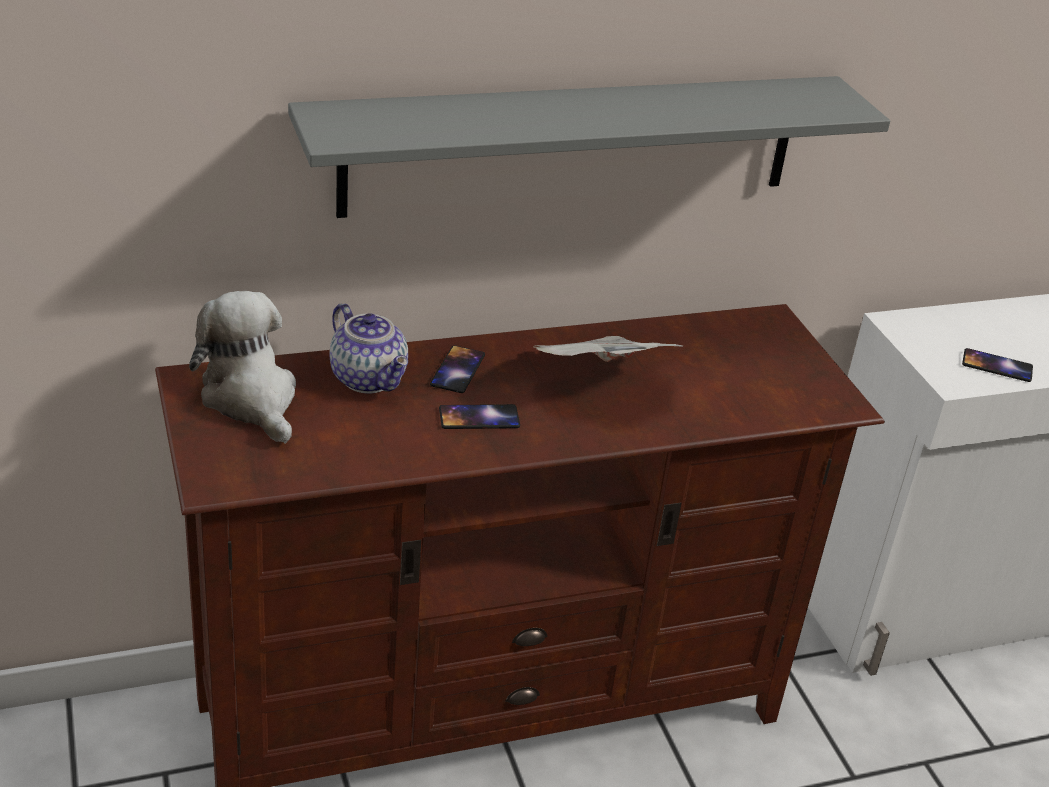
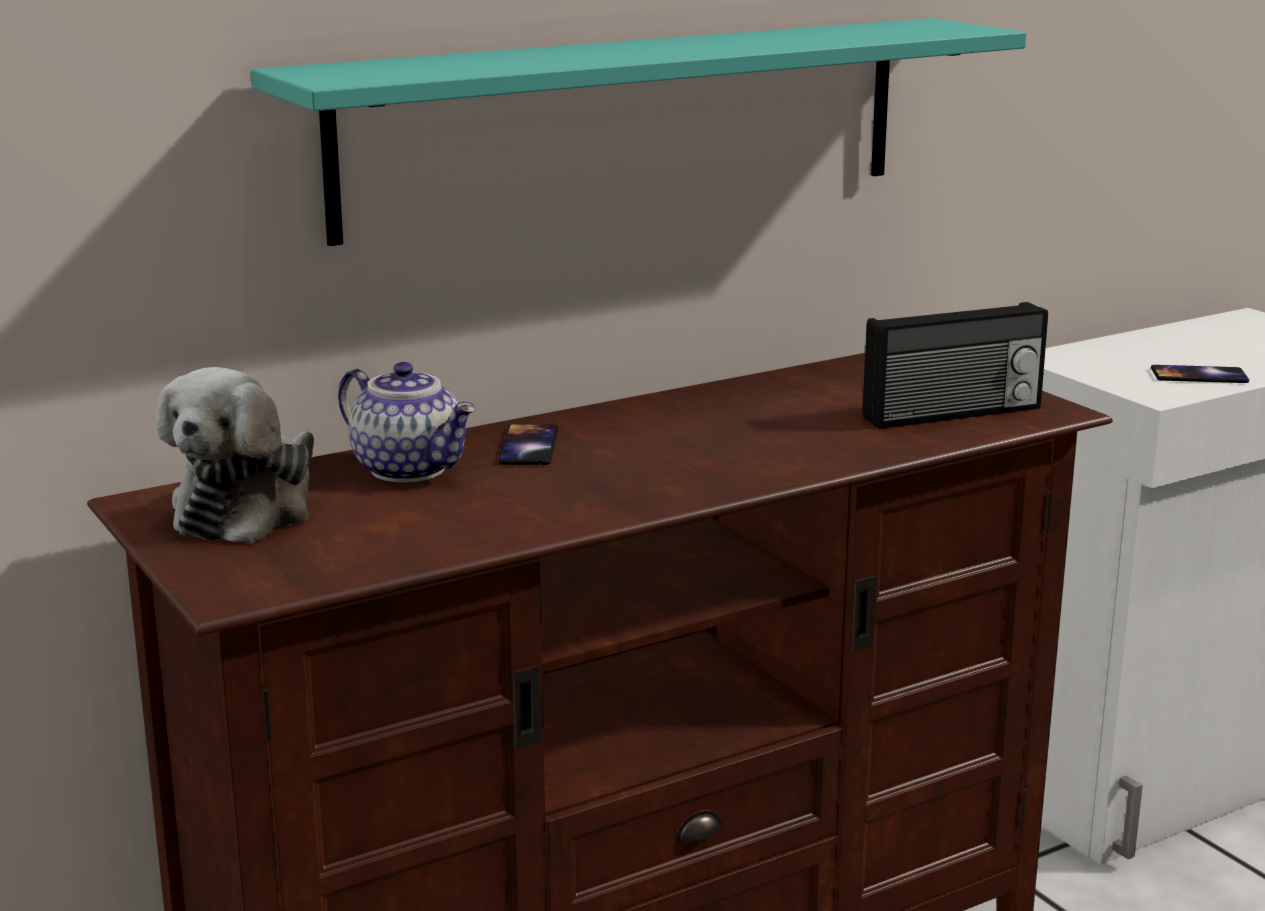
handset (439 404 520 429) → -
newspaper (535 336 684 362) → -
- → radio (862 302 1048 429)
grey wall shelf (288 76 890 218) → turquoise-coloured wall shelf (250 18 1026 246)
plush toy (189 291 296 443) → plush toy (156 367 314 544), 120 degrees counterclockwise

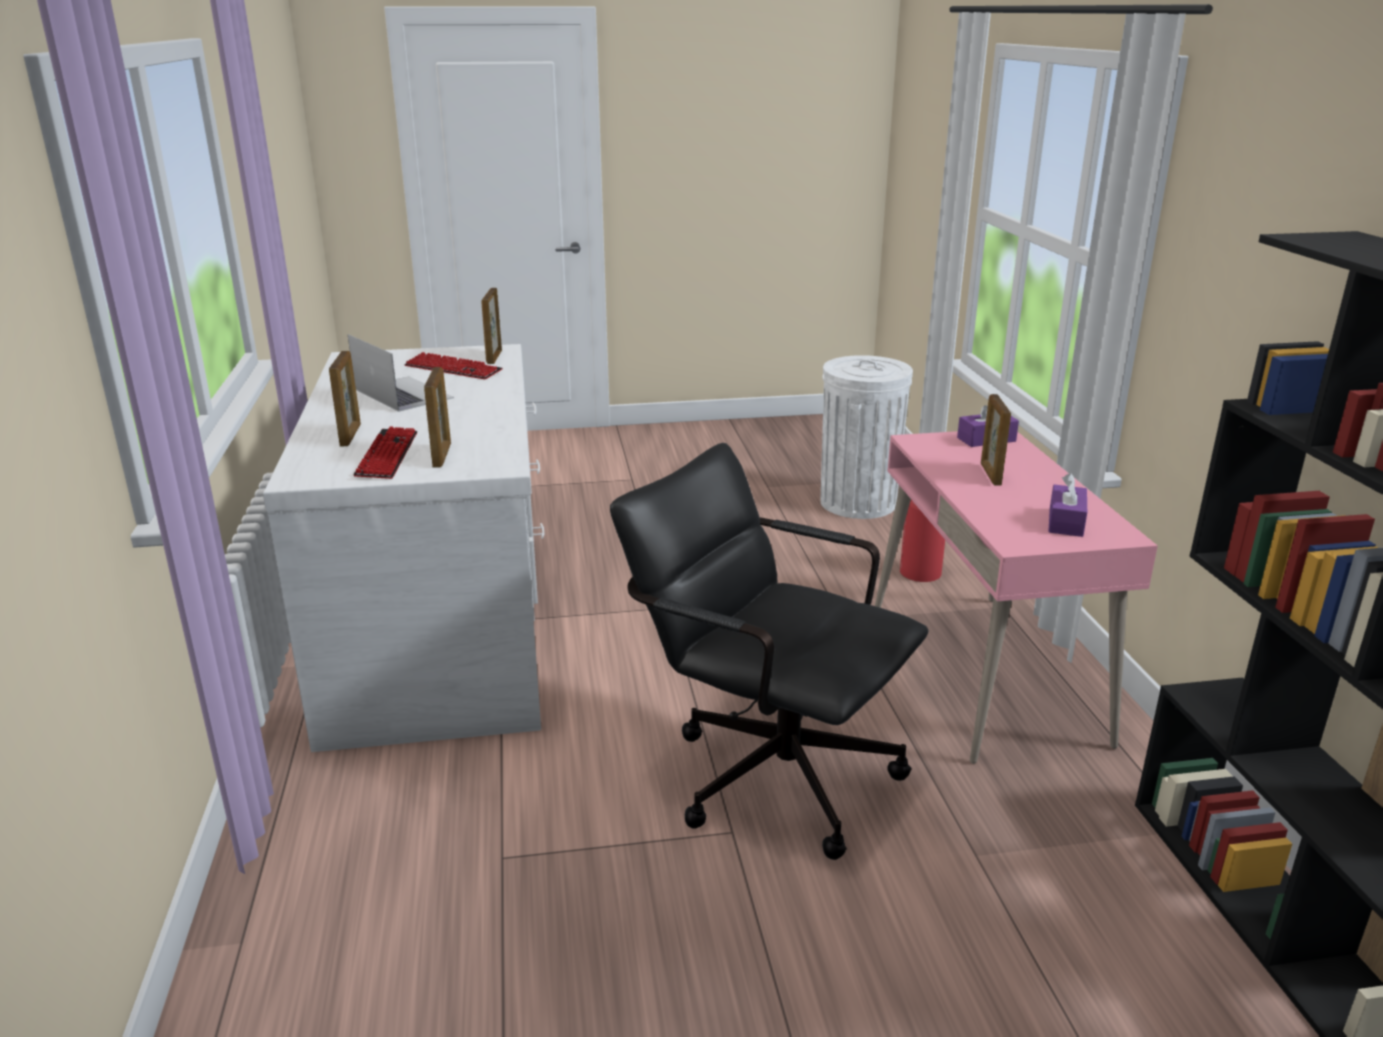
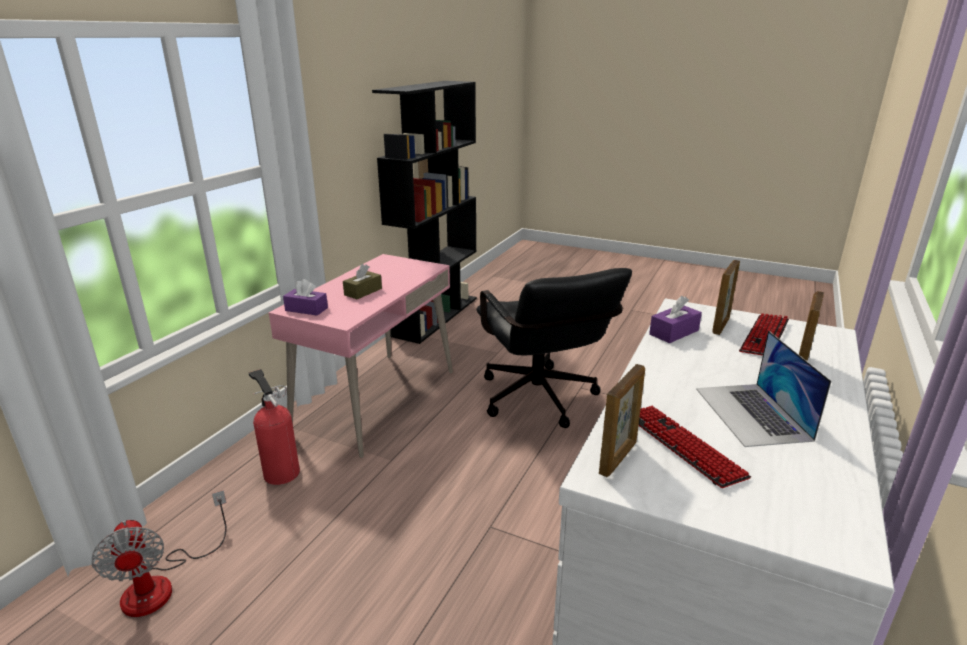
purple tissue holder (1048 473 1087 537) → purple tissue holder (649 296 702 343), moved
white-coloured trash can (821 355 913 519) → cooling fan (91 490 227 617)
photo frame (981 394 1011 486) → brown tissue holder (343 264 382 299)

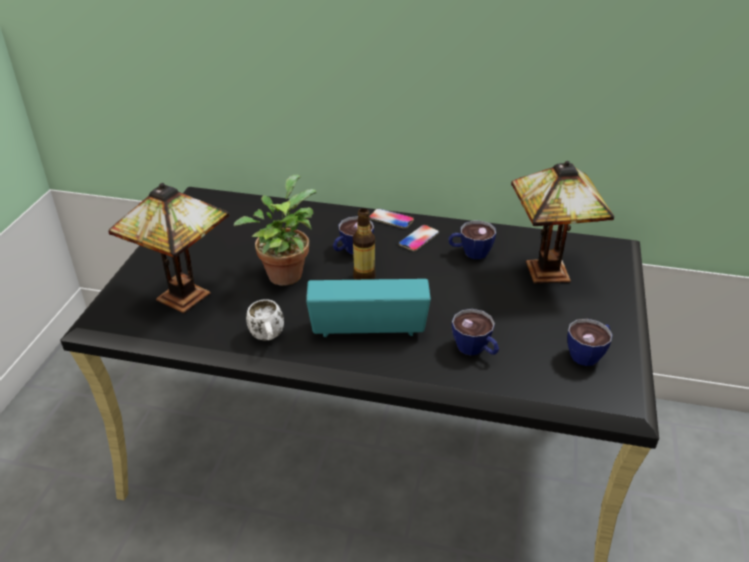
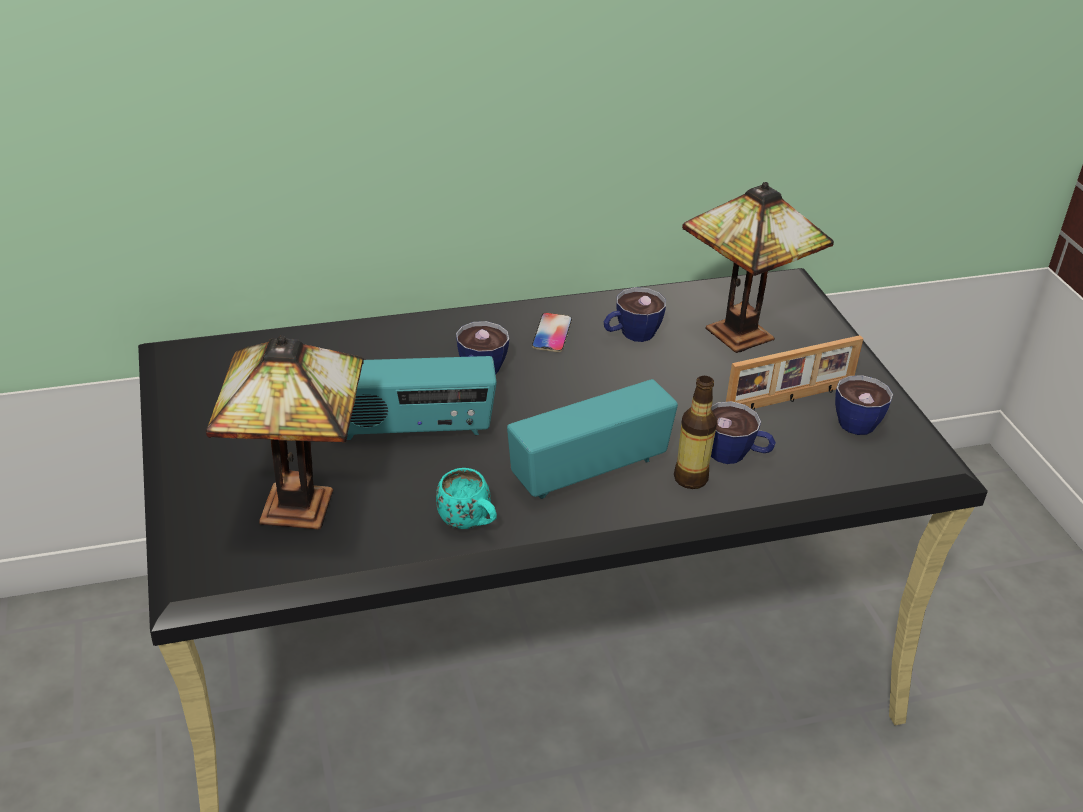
handset (369 208 414 229) → -
- → photo frame (726 335 863 410)
drink bottle (353 208 376 280) → drink bottle (674 376 717 489), moved
plant in a pot (234 175 316 286) → radio (347 356 497 440)
white-coloured coffee mug (246 299 284 340) → turquoise-coloured coffee mug (436 468 497 529)

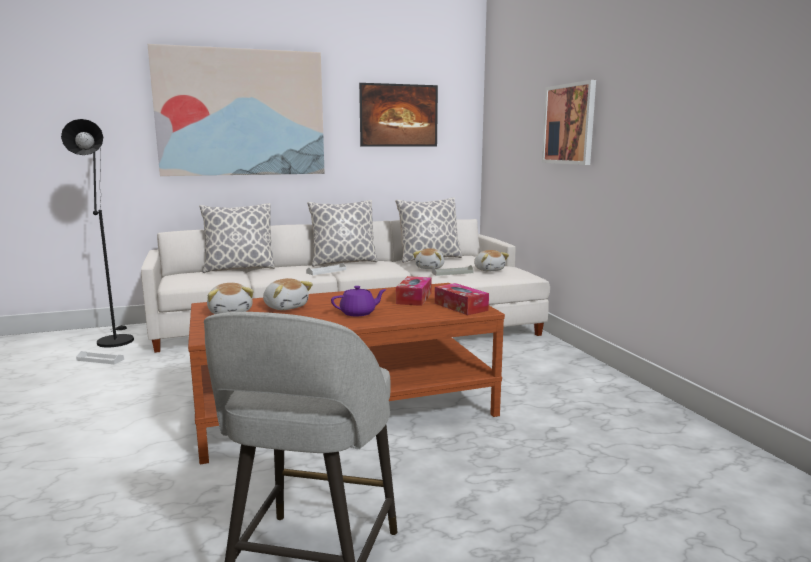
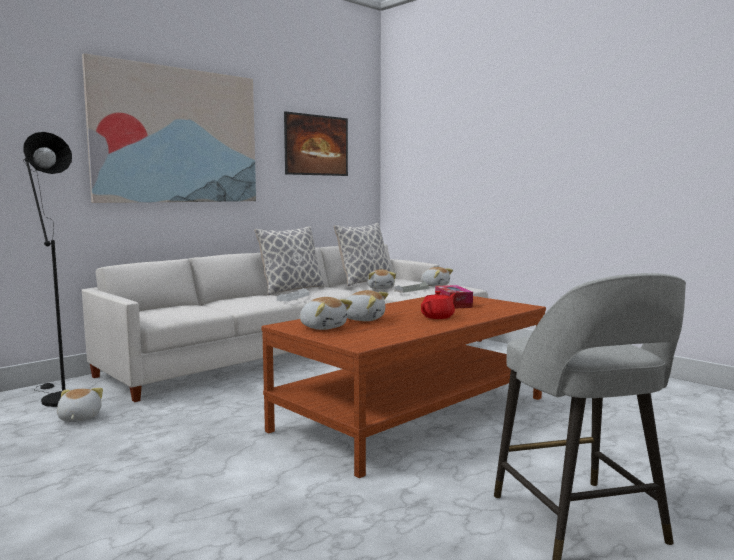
throw pillow (199 203 275 273) → -
tissue holder (435 283 489 315) → -
picture (542 80 596 165) → -
white-coloured serving tray (76 351 124 364) → plush toy (57 388 103 422)
purple pot for tea (331 286 387 316) → reddish pot for tea (421 291 456 319)

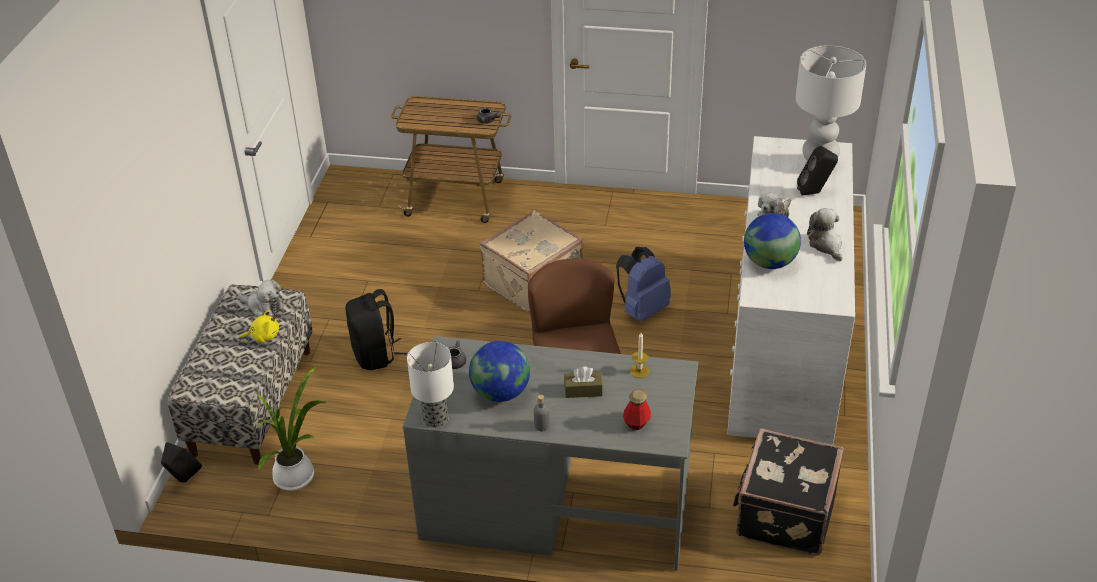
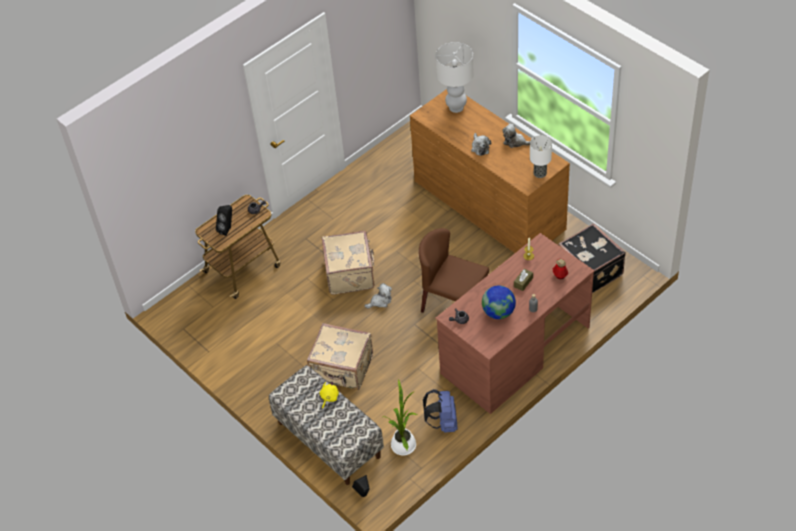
world globe (744 213 801 269) → -
plush toy (238 280 284 317) → plush toy (364 283 392 308), moved
lamp for a table (407 342 454 428) → lamp for a table (530 135 552 178), moved
blue-coloured knapsack (616 247 671 321) → blue-coloured knapsack (423 389 458 433), moved
blackish audio speaker (797 146 838 196) → blackish audio speaker (216 205 232 236), moved
blackish knapsack (345 289 407 370) → beige travel case (307 323 373 390)
grey desk table (403 336 698 570) → brown desk table (435 233 595 414)
white-coloured dresser (727 136 855 445) → brown dresser (410 89 570 253)

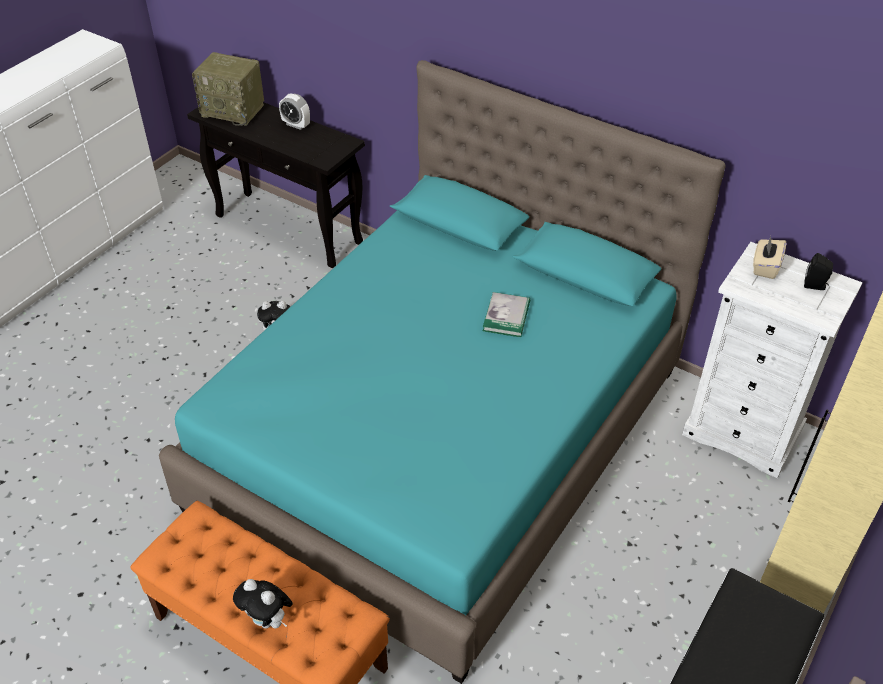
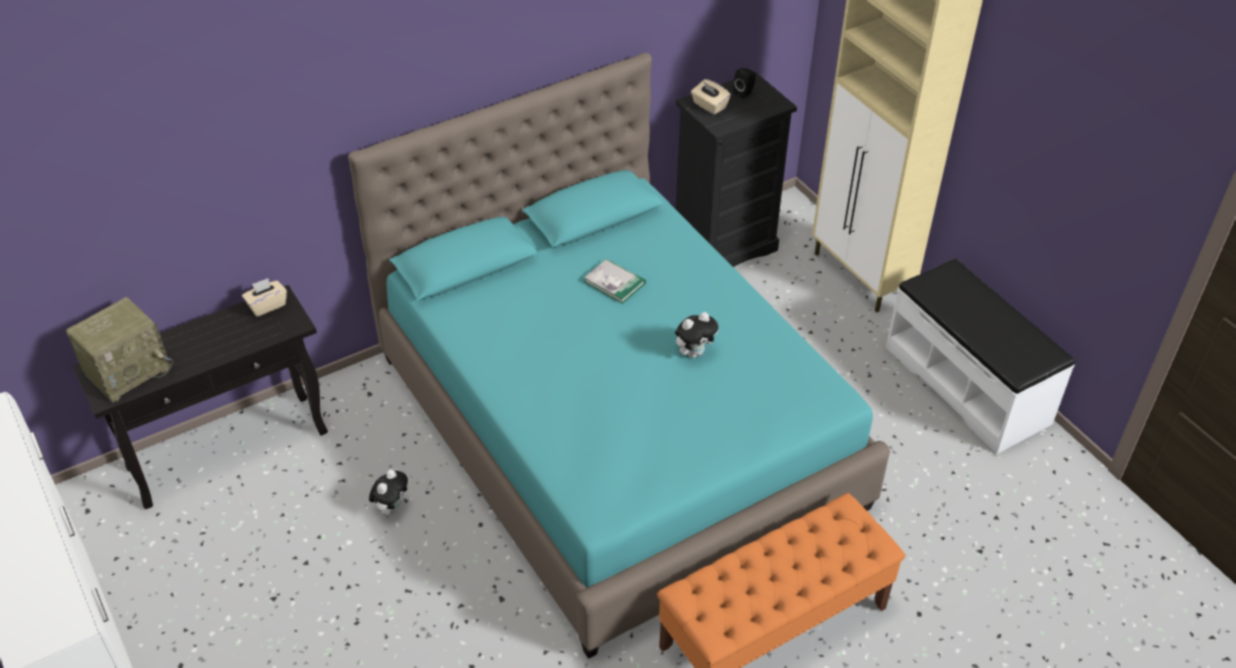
table clock (279 93 310 130) → -
- → beige tissue holder (242 278 287 317)
plush toy (233 579 293 629) → plush toy (675 312 718 358), moved
white-coloured dresser (682 242 863 478) → blackish dresser (676 72 797 267)

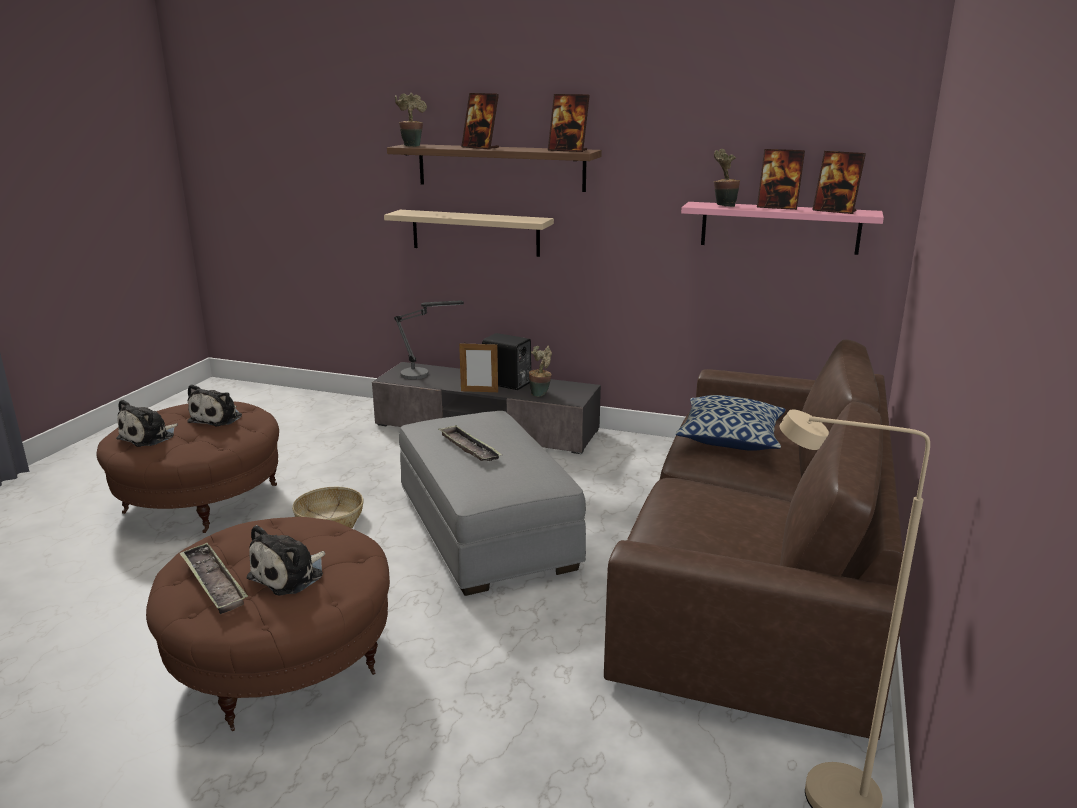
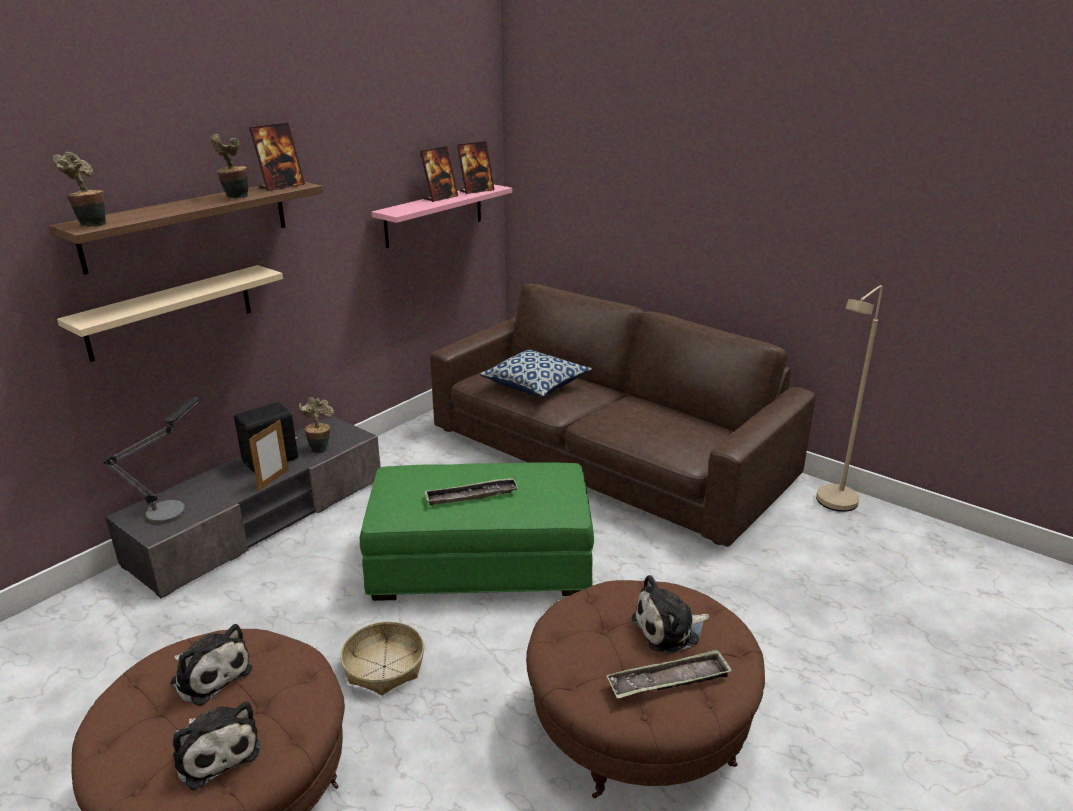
photo frame (461 93 499 149) → -
plant in a pot (714 149 740 207) → plant in a pot (210 134 248 198), moved
grey ottoman (399 411 586 596) → greenish ottoman (360 462 594 601)
plush toy (247 525 325 596) → plush toy (632 575 709 654), 105 degrees clockwise

